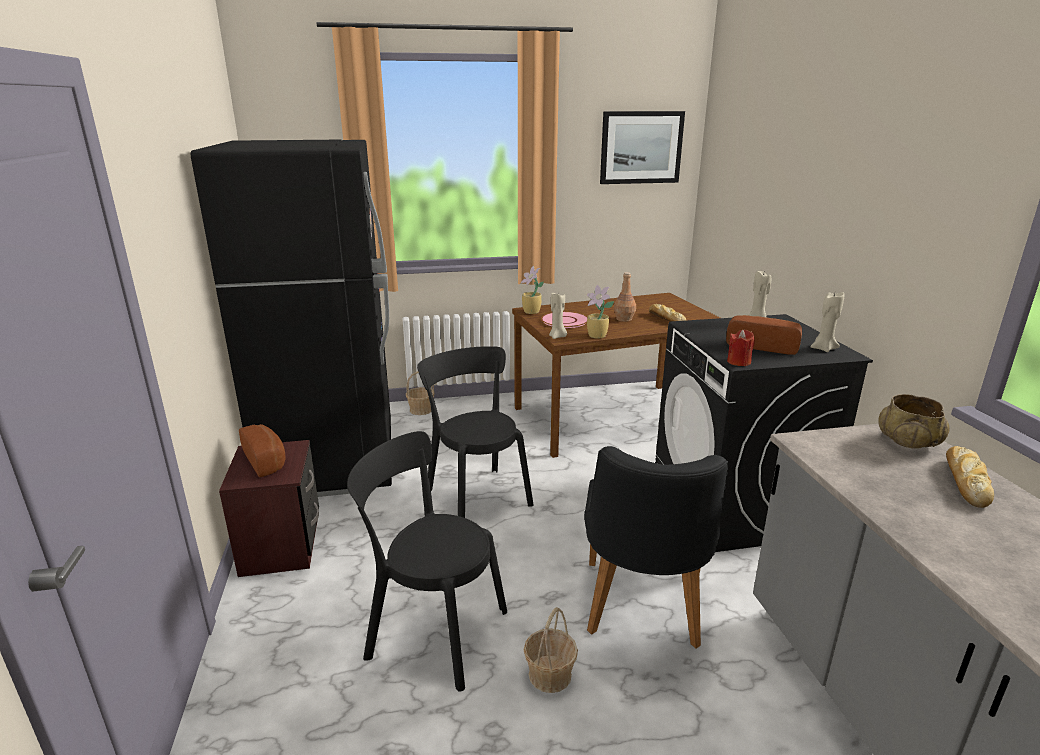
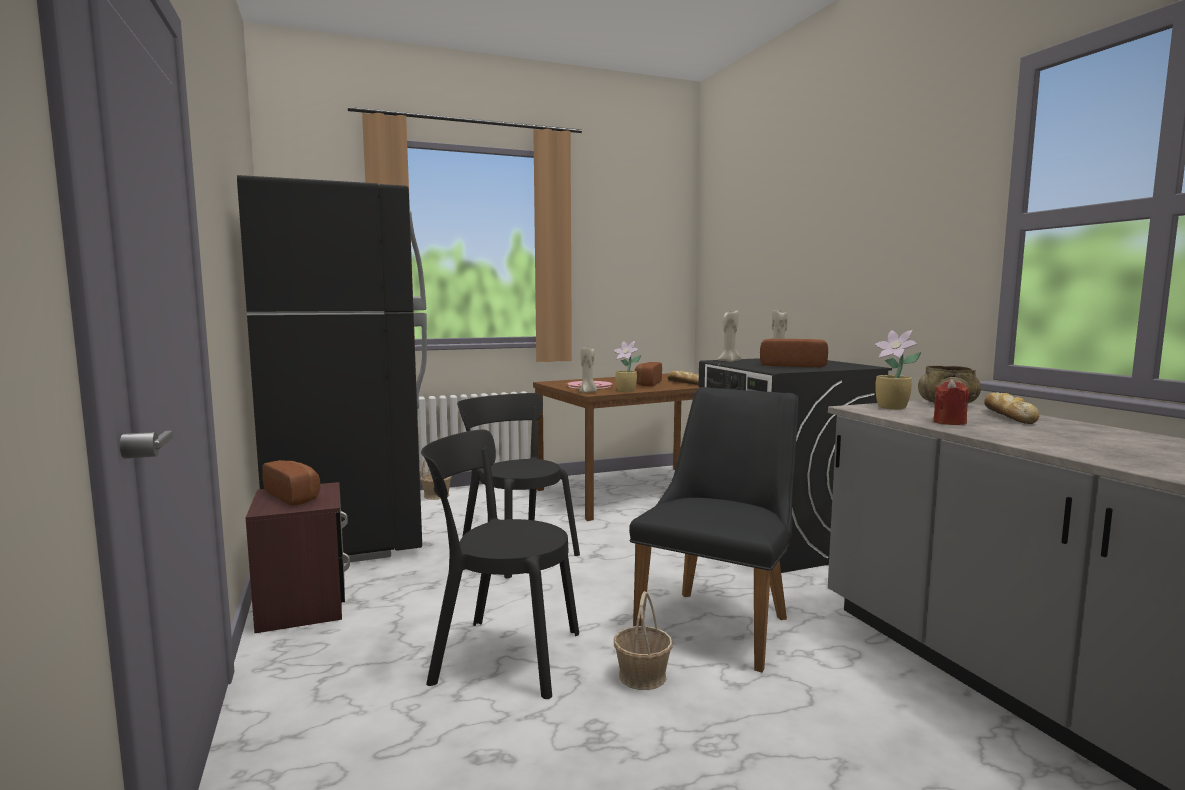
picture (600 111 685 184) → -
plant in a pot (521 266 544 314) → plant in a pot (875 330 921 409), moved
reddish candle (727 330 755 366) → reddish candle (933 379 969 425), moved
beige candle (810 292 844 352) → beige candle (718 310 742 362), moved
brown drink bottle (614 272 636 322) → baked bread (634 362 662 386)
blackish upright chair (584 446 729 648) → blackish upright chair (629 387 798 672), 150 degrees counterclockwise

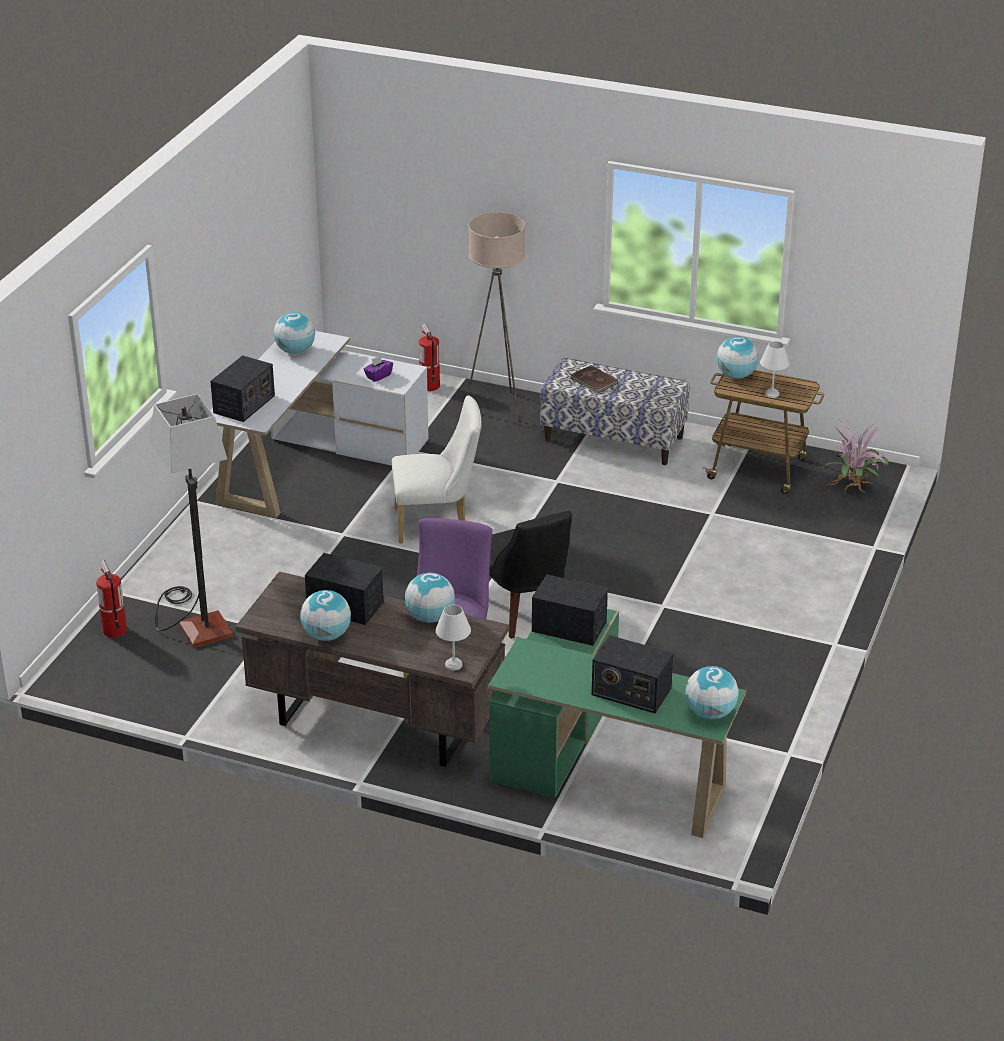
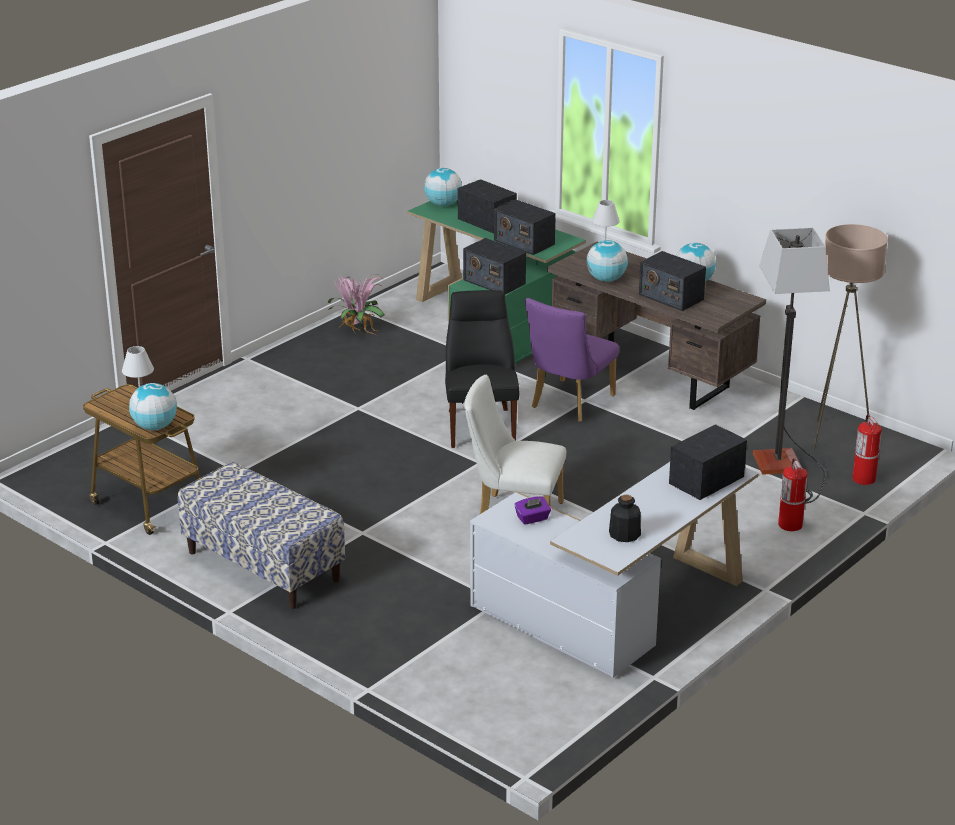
brown book (570 365 618 393) → -
- → radio (494 200 556 255)
fire extinguisher (419 324 440 391) → fire extinguisher (778 458 808 531), moved
beige standing lamp (467 212 525 421) → beige standing lamp (813 224 888 451), moved
plant in a pot (823 420 889 493) → plant in a pot (328 274 385 336), moved
world globe (274 312 315 354) → drink bottle (609 495 641 542)

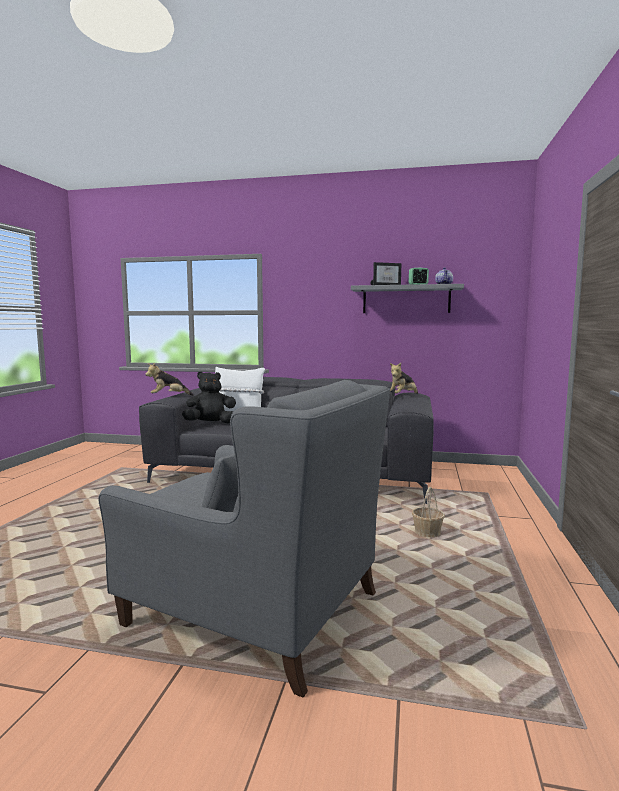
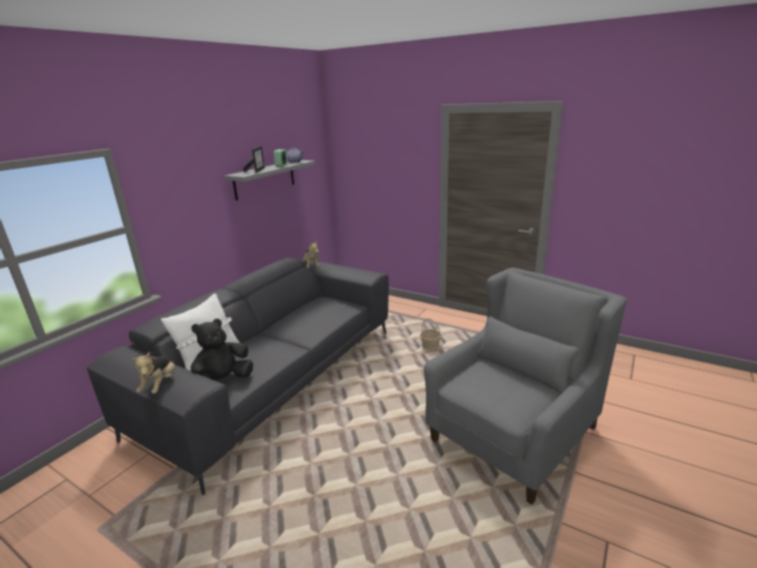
blackish plush toy (182 372 236 423) → blackish plush toy (191 319 253 380), 45 degrees clockwise

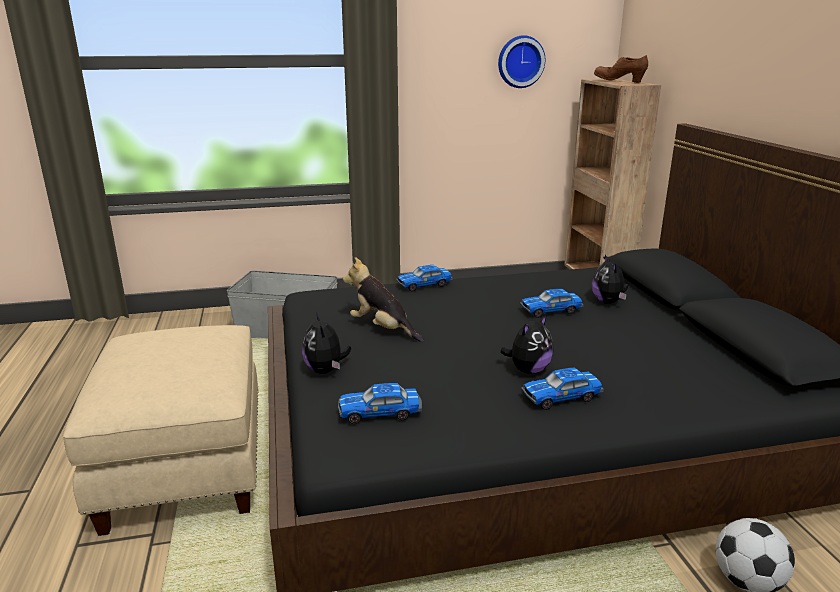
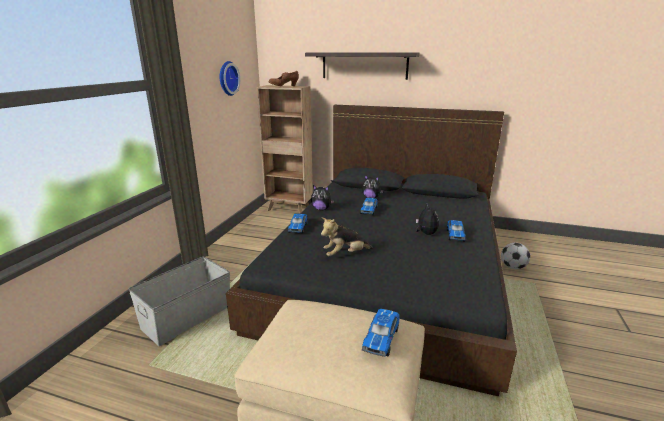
- → wall shelf (305 53 419 80)
plush toy (302 312 351 374) → plush toy (311 185 334 211), moved
toy car (338 383 422 424) → toy car (362 309 400 357), moved

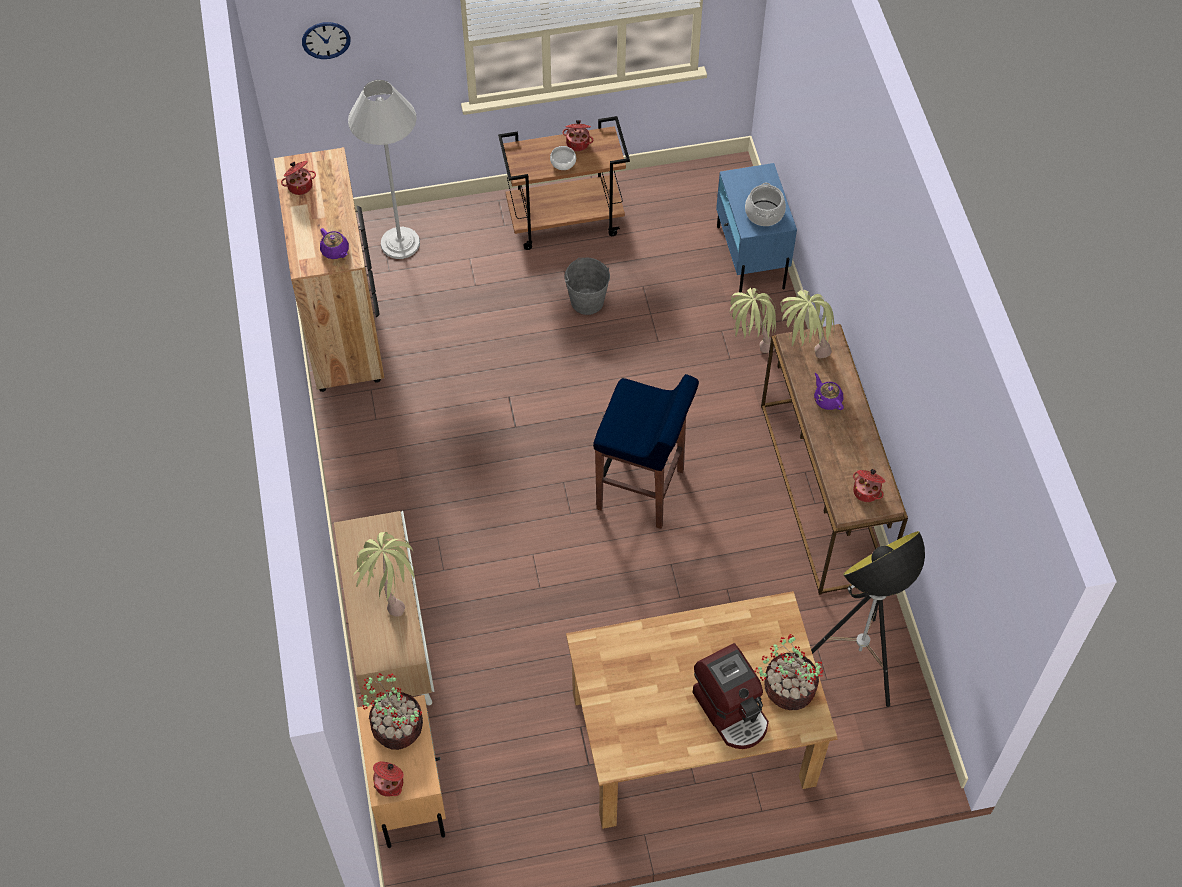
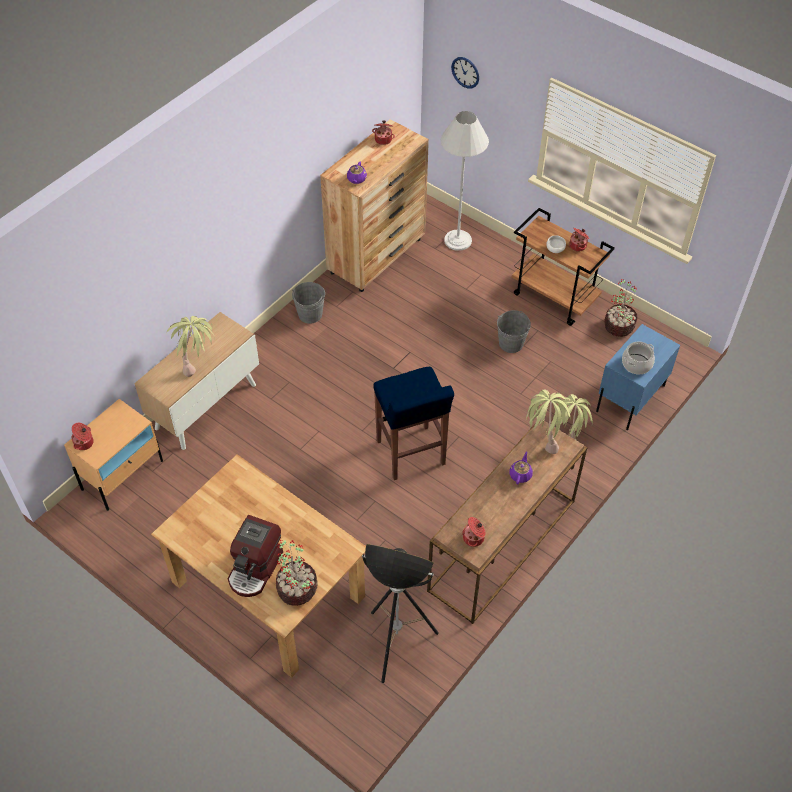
- → grey bucket (292 282 325 324)
plant in a pot (359 673 423 750) → plant in a pot (604 279 637 337), moved

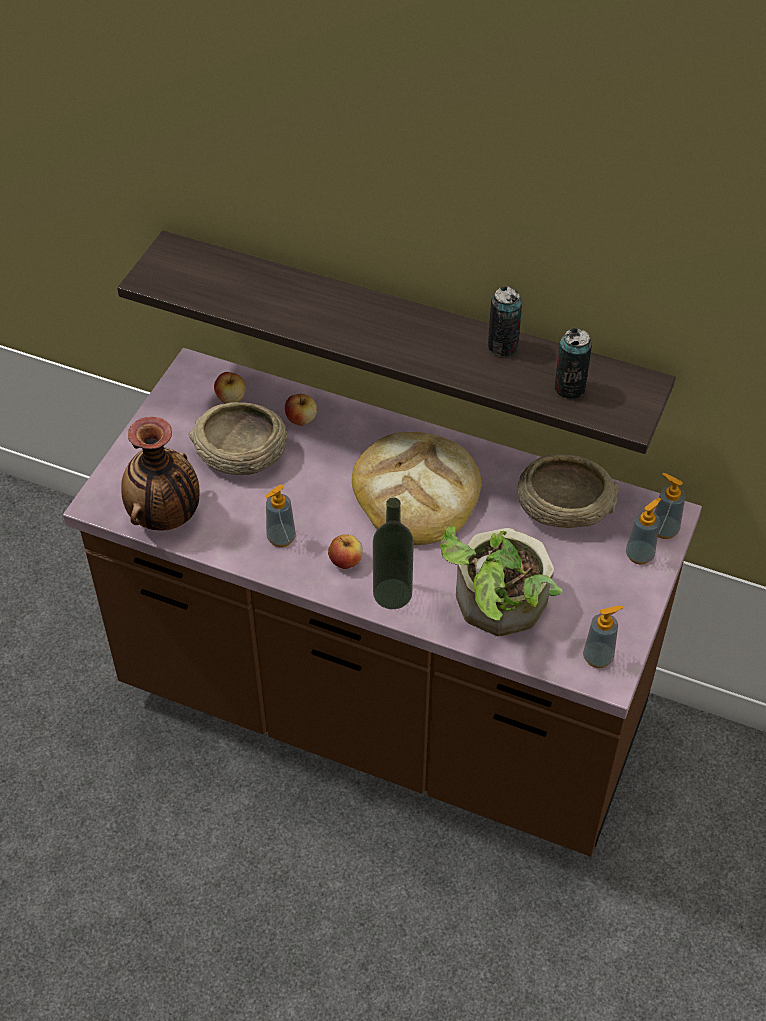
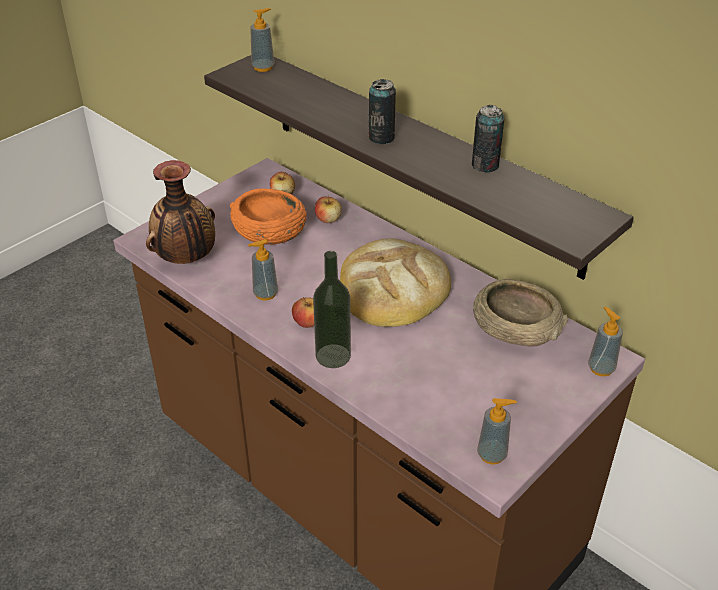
plant in a pot (440 526 563 636) → -
can (554 328 592 399) → can (369 79 396 144), moved
soap bottle (626 497 661 565) → soap bottle (250 8 275 72), moved
beige serving bowl (189 402 287 475) → orange-coloured serving bowl (230 188 307 245)

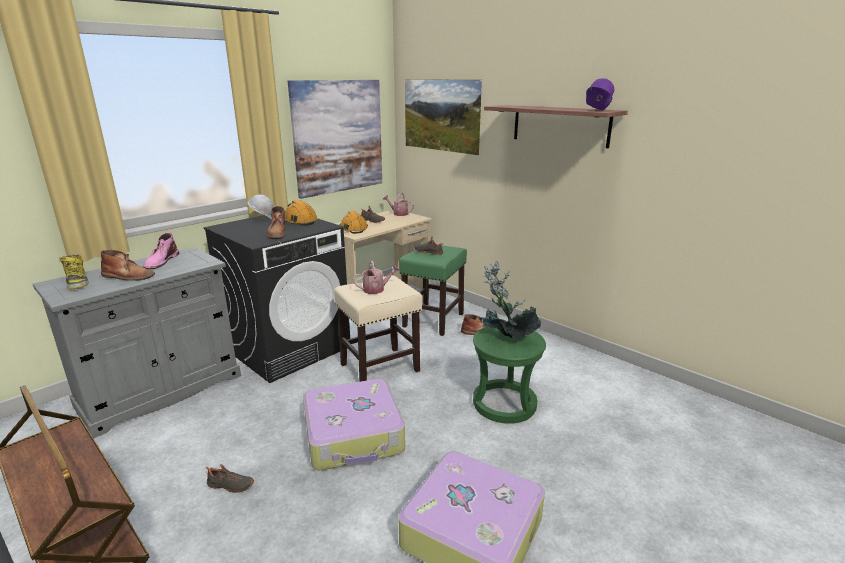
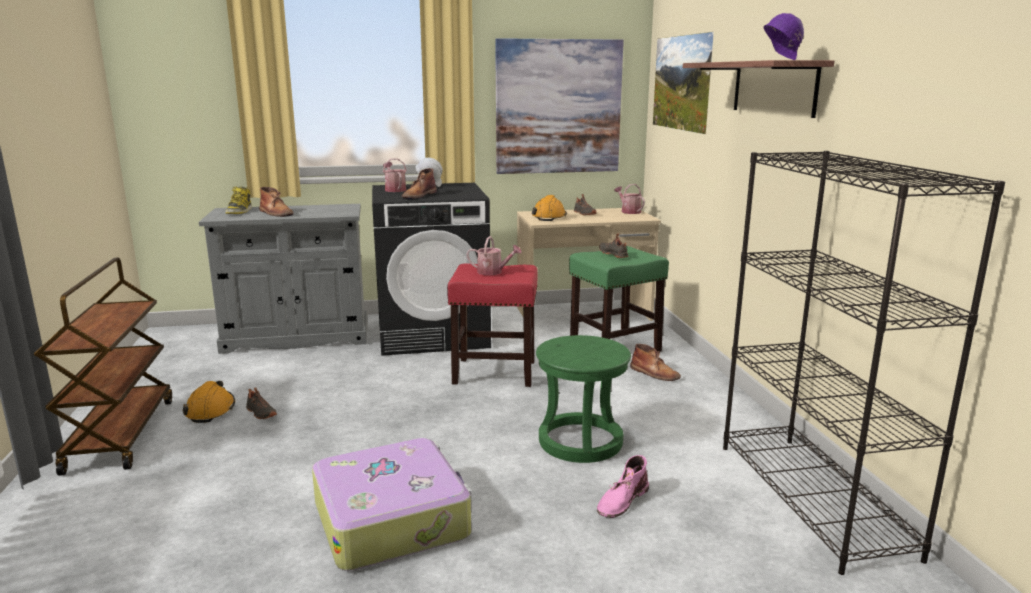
travel case (303 379 405 471) → -
plant in a pot (480 261 541 338) → -
- → sprinkling can (383 158 407 192)
- → blackish bookcase (723 151 1005 575)
pink-coloured boot (143 233 179 269) → pink-coloured boot (597 455 649 518), moved
orange-coloured safety helmet (284 200 317 226) → orange-coloured safety helmet (183 381 235 423), moved
beige stool (334 275 422 382) → reddish stool (447 264 538 387)

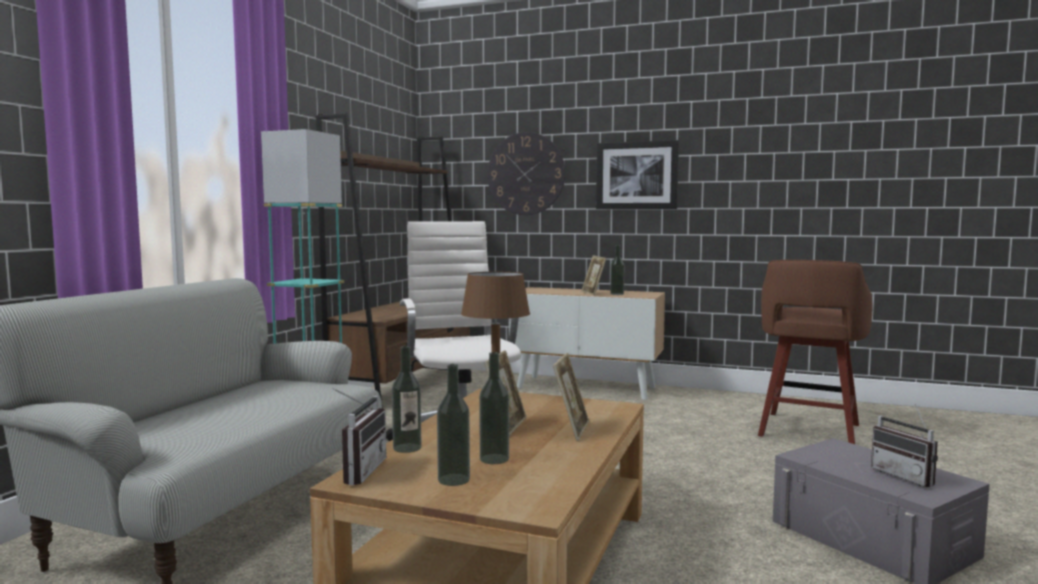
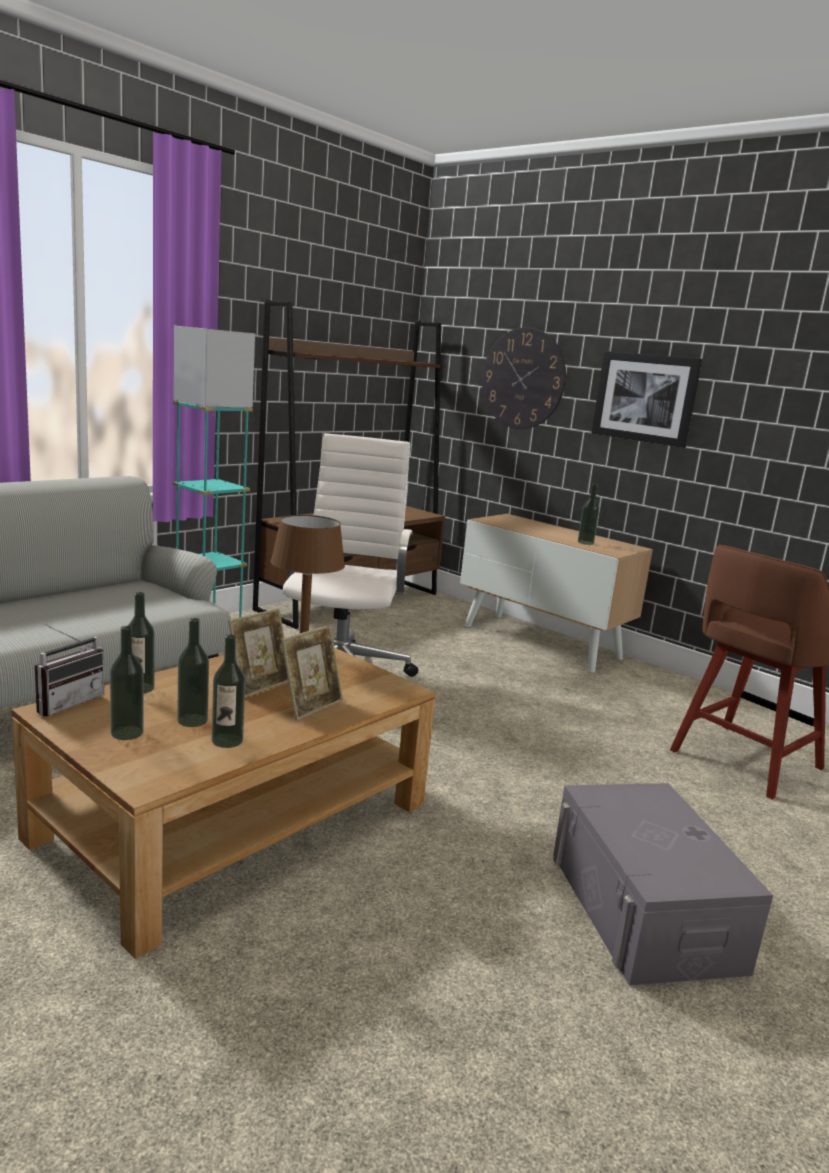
photo frame (581 256 606 296) → -
radio (871 404 938 487) → -
- → drink bottle (212 634 245 748)

